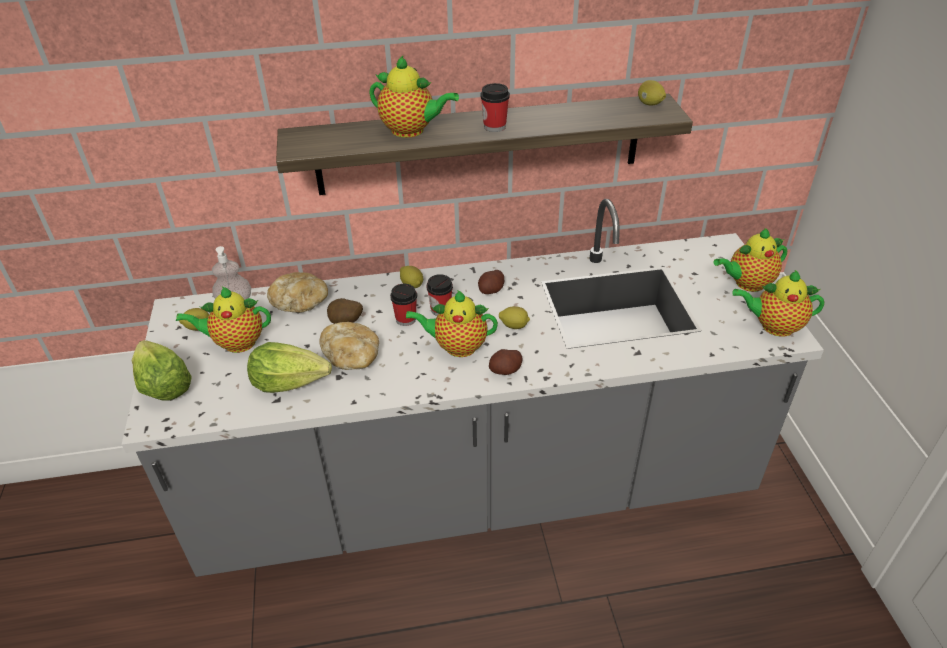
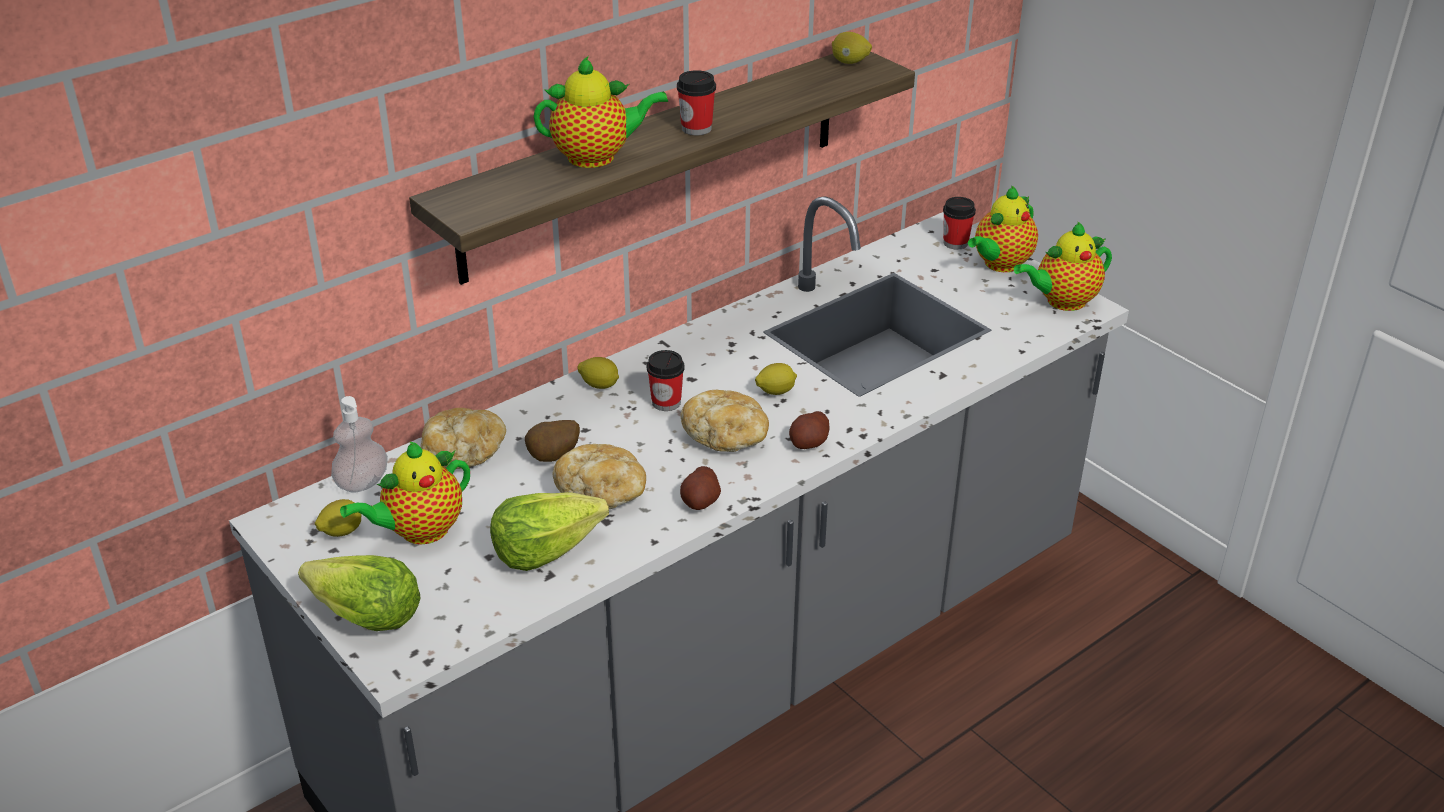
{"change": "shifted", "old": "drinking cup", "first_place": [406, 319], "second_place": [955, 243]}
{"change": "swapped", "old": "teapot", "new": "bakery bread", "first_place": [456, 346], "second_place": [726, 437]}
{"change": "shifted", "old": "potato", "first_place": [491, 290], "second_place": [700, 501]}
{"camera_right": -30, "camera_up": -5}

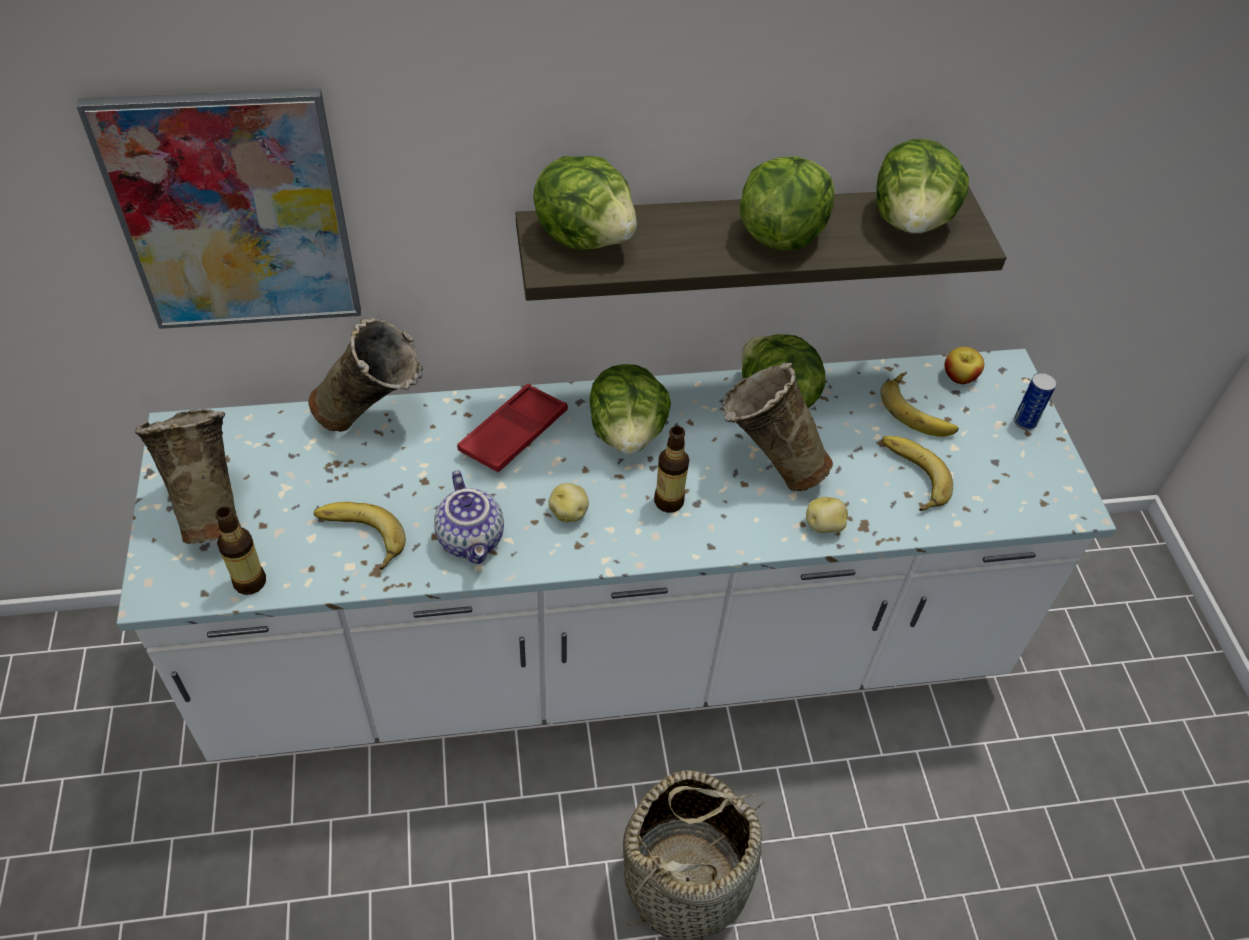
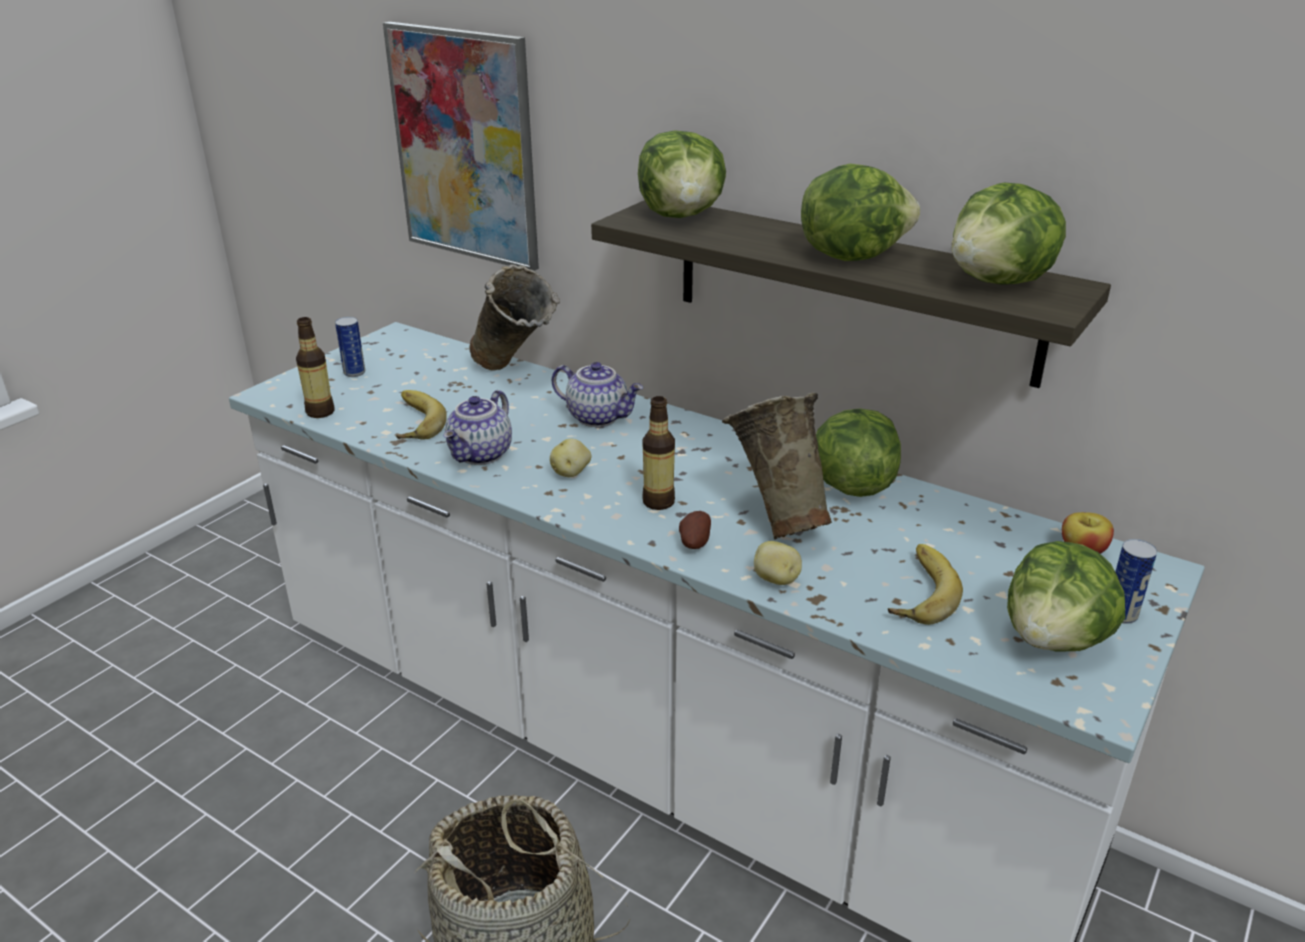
{"change": "swapped", "old": "vase (sand-coloured)", "new": "metal can", "first_place": [210, 510], "second_place": [354, 373]}
{"change": "swapped", "old": "tray (reddish)", "new": "teapot", "first_place": [514, 433], "second_place": [599, 417]}
{"change": "shifted", "old": "lettuce head", "first_place": [627, 433], "second_place": [1055, 639]}
{"change": "gone", "old": "whole banana", "first_place": [919, 409]}
{"change": "new", "new": "potato", "second_place": [693, 542]}
{"camera_right": 45, "camera_up": -20}

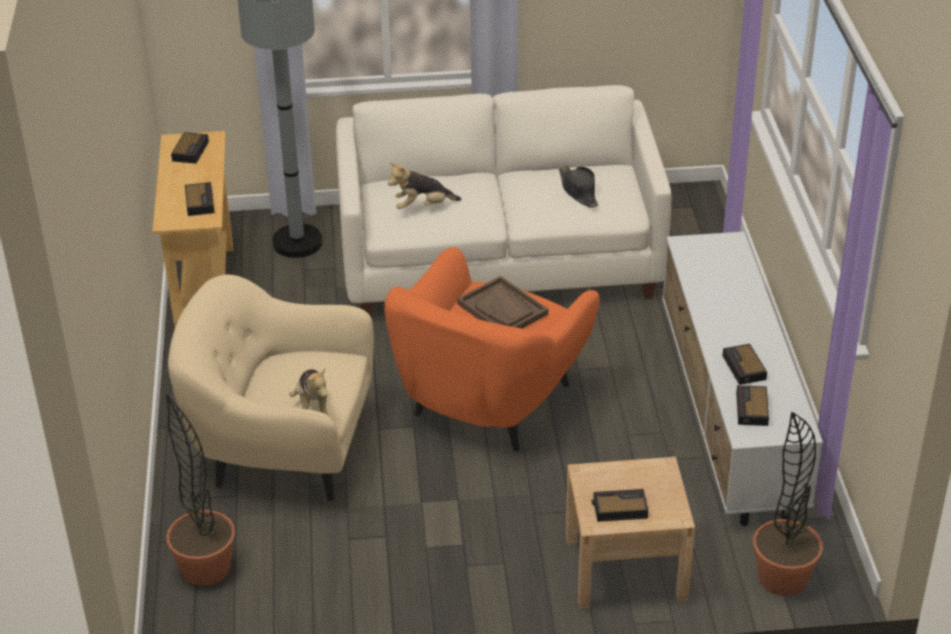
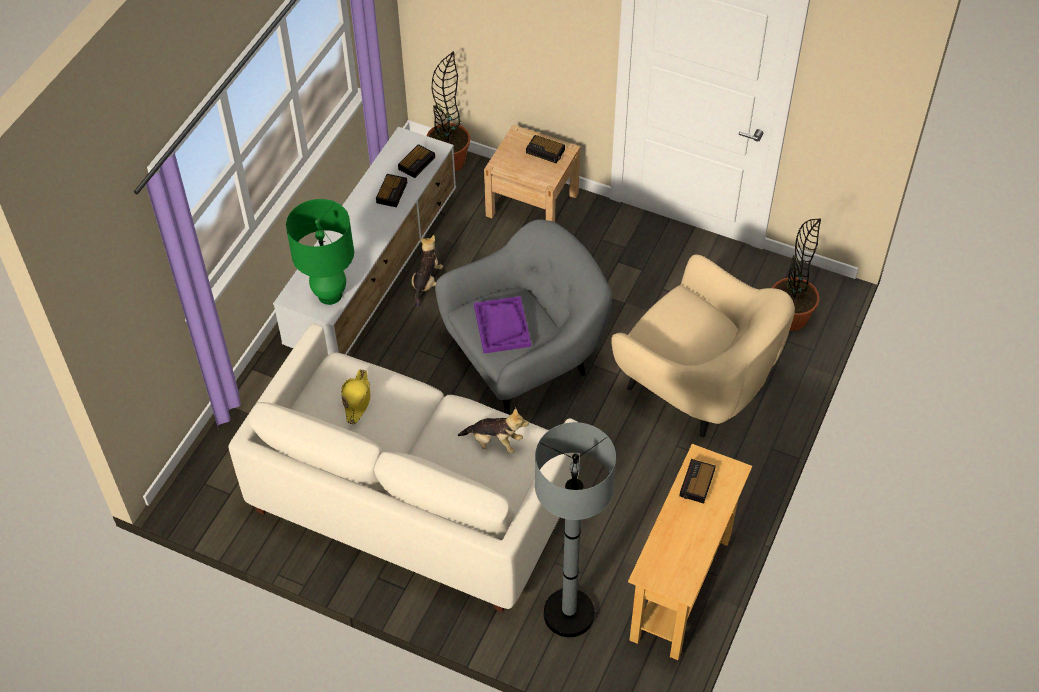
{"change": "gone", "old": "bedside clock", "first_place": [191, 150]}
{"change": "shifted", "old": "plush toy", "first_place": [312, 406], "second_place": [426, 282]}
{"change": "repainted", "old": "lounge chair (orange-coloured)", "new": "lounge chair (gray)", "first_place": [489, 403], "second_place": [526, 359]}
{"change": "repainted", "old": "tray (brown)", "new": "tray (purple-coloured)", "first_place": [502, 309], "second_place": [502, 326]}
{"change": "repainted", "old": "hat (blackish)", "new": "hat (yellow-coloured)", "first_place": [578, 191], "second_place": [357, 399]}
{"change": "new", "new": "tabletop lamp (green-coloured)", "second_place": [330, 295]}
{"camera_right": -150, "camera_up": 15}

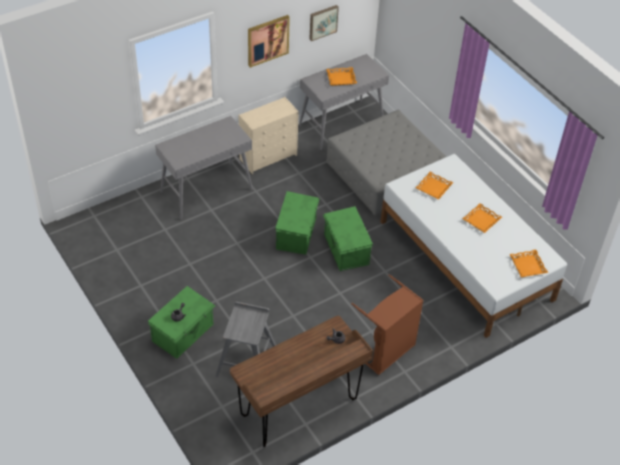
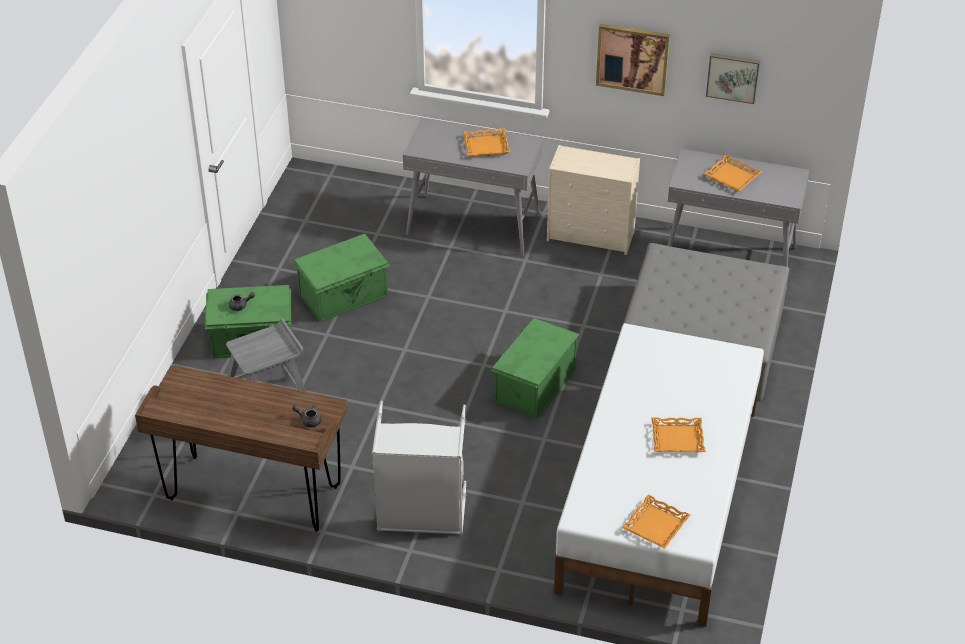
{"change": "shifted", "old": "storage box (green-coloured)", "first_place": [297, 233], "second_place": [344, 296]}
{"change": "repainted", "old": "laundry basket (brown)", "new": "laundry basket (gray)", "first_place": [386, 351], "second_place": [421, 515]}
{"change": "shifted", "old": "tray (orange-coloured)", "first_place": [434, 188], "second_place": [486, 146]}
{"camera_right": 50, "camera_up": -5}

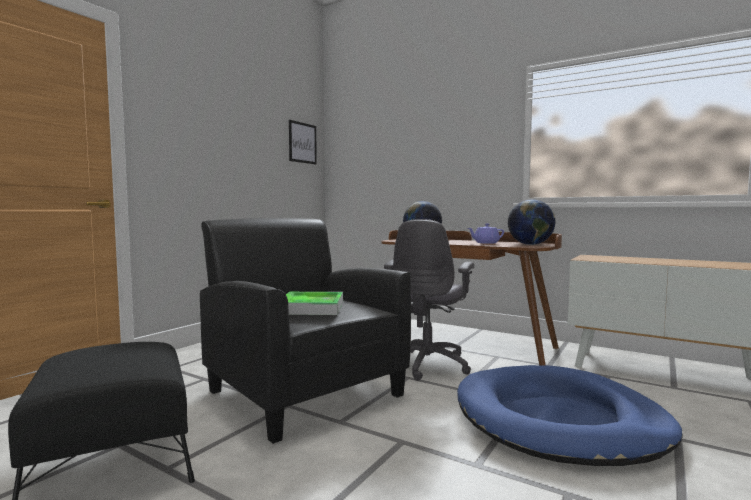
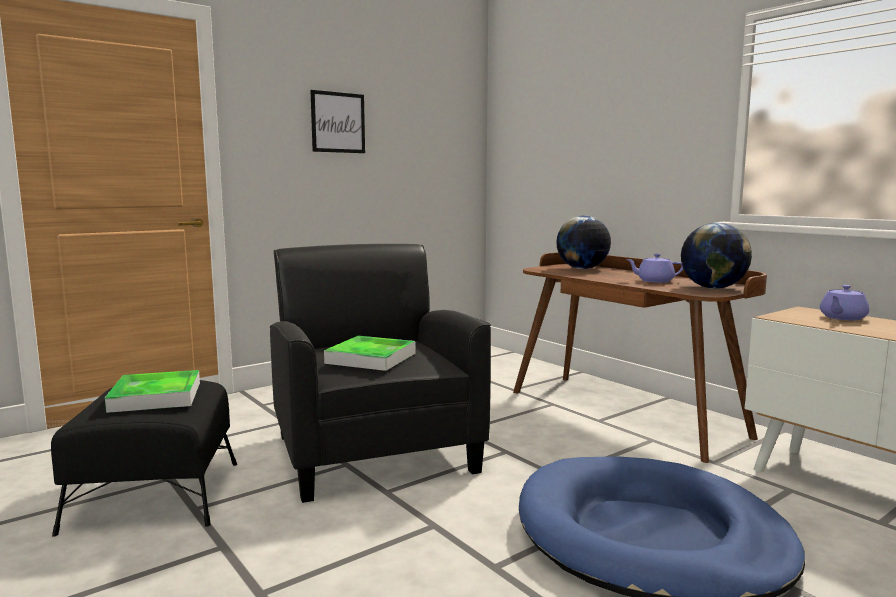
{"change": "shifted", "old": "wall picture", "first_place": [302, 143], "second_place": [338, 122]}
{"change": "gone", "old": "computer chair (gray)", "first_place": [427, 364]}
{"change": "new", "new": "tray", "second_place": [156, 397]}
{"change": "new", "new": "teapot (purple-coloured)", "second_place": [842, 318]}
{"camera_right": 20, "camera_up": 5}

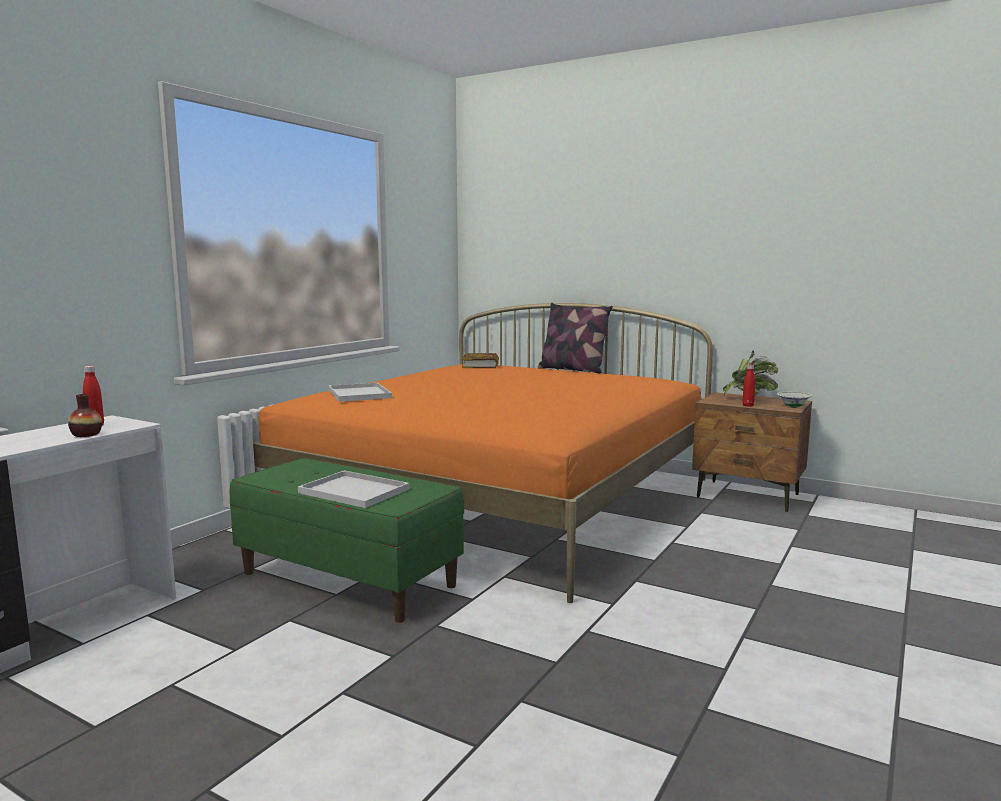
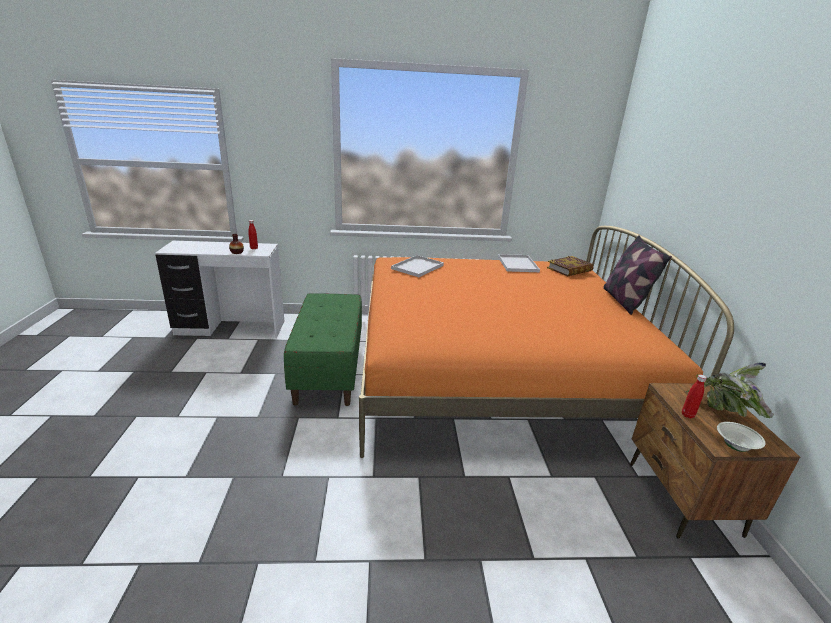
{"change": "shifted", "old": "tray (white-coloured)", "first_place": [352, 491], "second_place": [517, 264]}
{"camera_right": 55, "camera_up": 15}

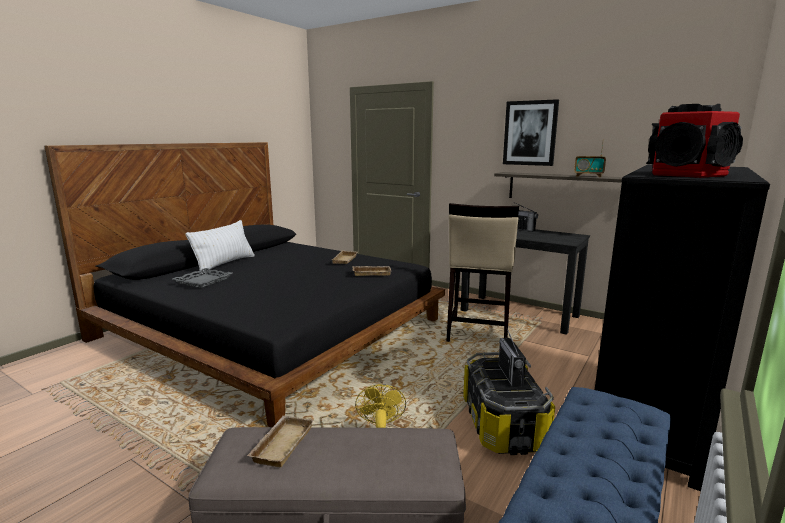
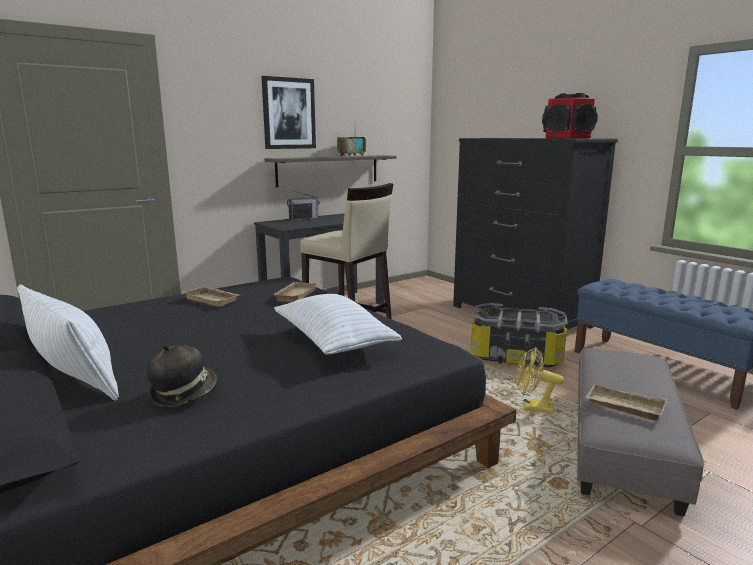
{"change": "swapped", "old": "tray (gray)", "new": "hat", "first_place": [203, 281], "second_place": [183, 393]}
{"change": "gone", "old": "radio set", "first_place": [510, 375]}
{"change": "new", "new": "throw pillow (white-coloured)", "second_place": [333, 341]}
{"camera_right": -70, "camera_up": 0}

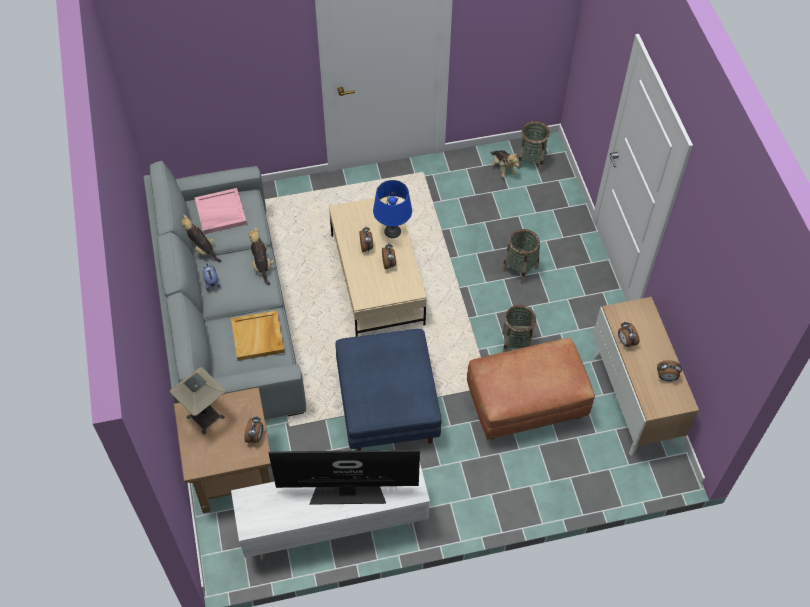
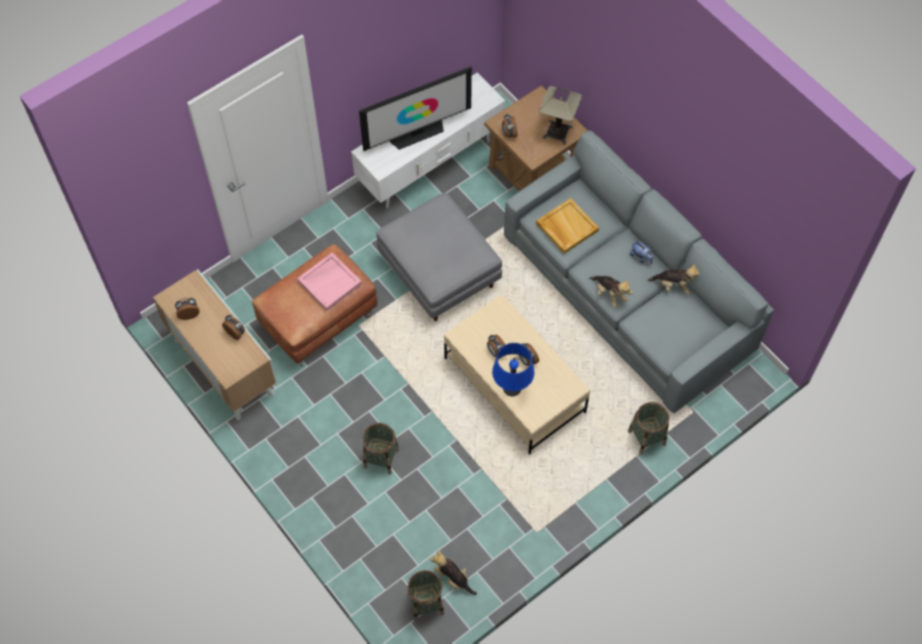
{"change": "shifted", "old": "tray (pink-coloured)", "first_place": [220, 213], "second_place": [329, 282]}
{"change": "repainted", "old": "footrest (blue)", "new": "footrest (gray)", "first_place": [387, 404], "second_place": [440, 273]}
{"change": "shifted", "old": "household basket", "first_place": [516, 344], "second_place": [646, 437]}
{"camera_right": 155, "camera_up": 5}

